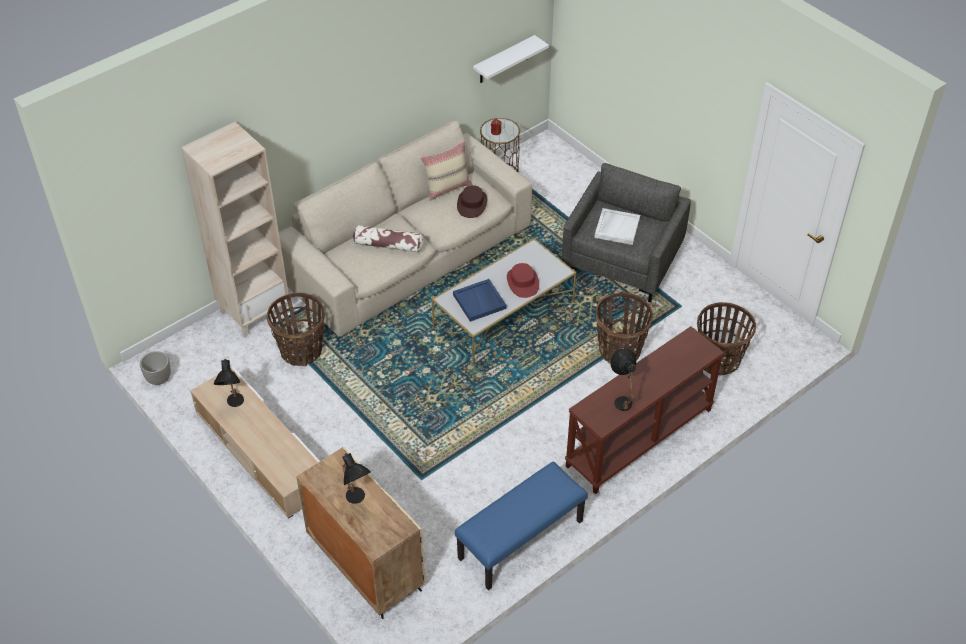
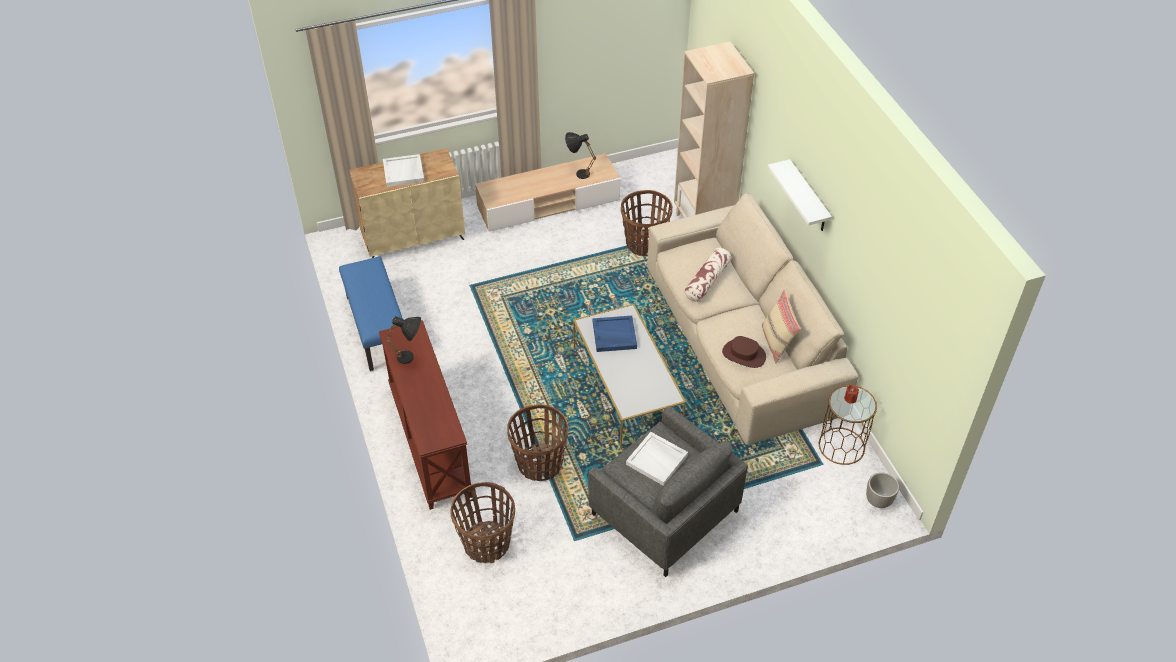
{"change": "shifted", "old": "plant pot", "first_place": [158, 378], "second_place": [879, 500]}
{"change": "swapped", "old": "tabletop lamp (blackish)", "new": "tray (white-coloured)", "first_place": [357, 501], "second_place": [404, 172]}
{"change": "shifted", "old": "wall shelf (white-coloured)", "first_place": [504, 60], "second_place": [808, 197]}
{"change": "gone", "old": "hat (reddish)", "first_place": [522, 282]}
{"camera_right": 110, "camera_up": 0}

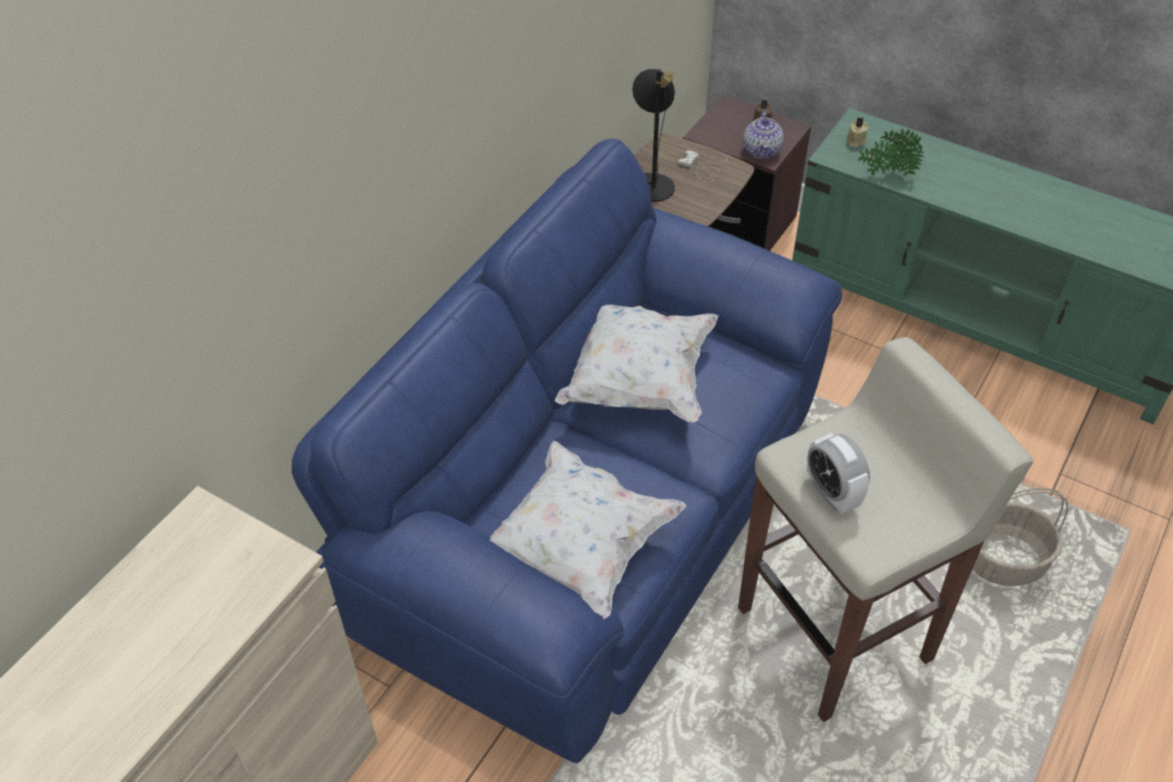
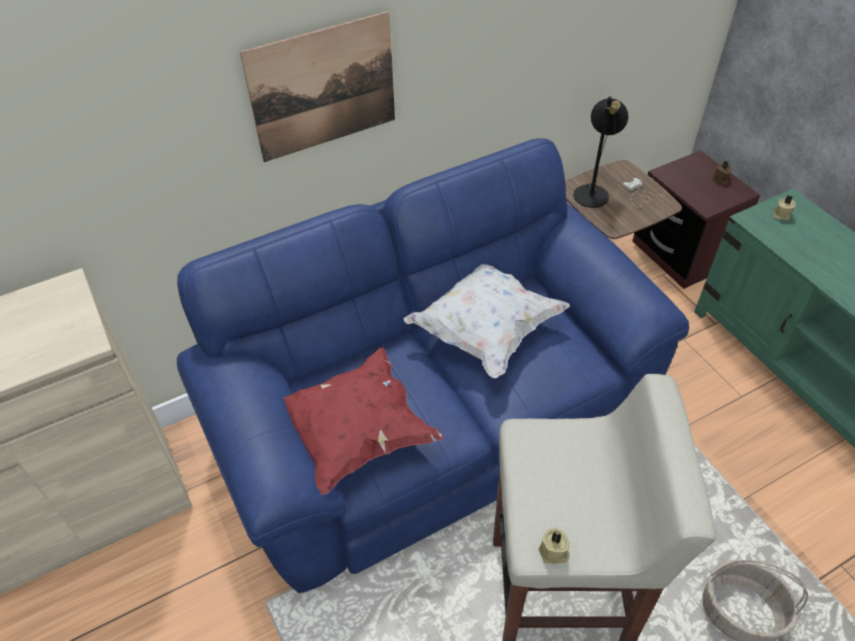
{"change": "repainted", "old": "throw pillow (white-coloured)", "new": "throw pillow (reddish)", "first_place": [577, 550], "second_place": [354, 435]}
{"change": "gone", "old": "teapot", "first_place": [762, 150]}
{"change": "gone", "old": "bedside clock", "first_place": [832, 493]}
{"change": "gone", "old": "plant in a pot", "first_place": [886, 173]}
{"change": "new", "new": "wall picture", "second_place": [323, 88]}
{"change": "new", "new": "wax candle (sand-coloured)", "second_place": [554, 553]}
{"camera_right": 30, "camera_up": 0}

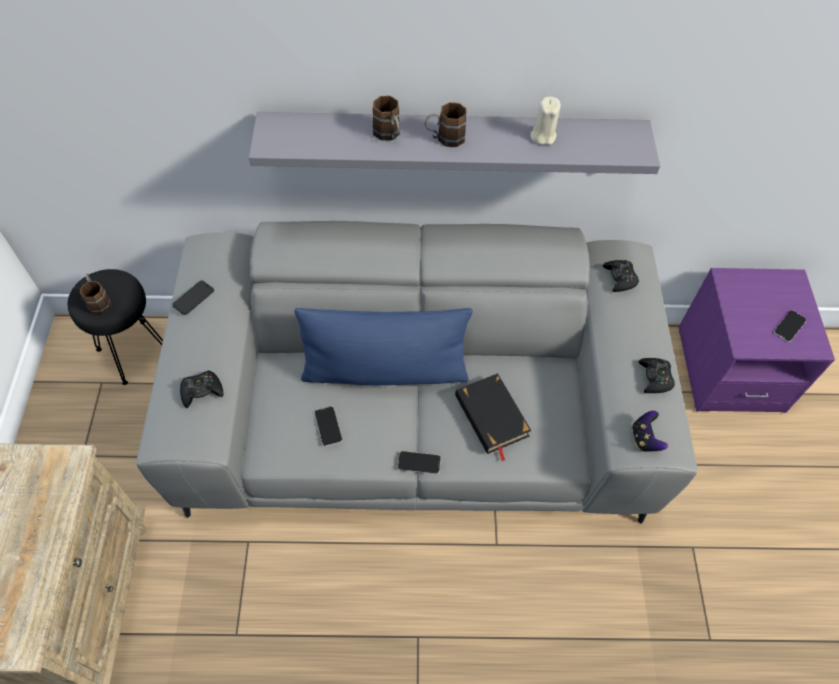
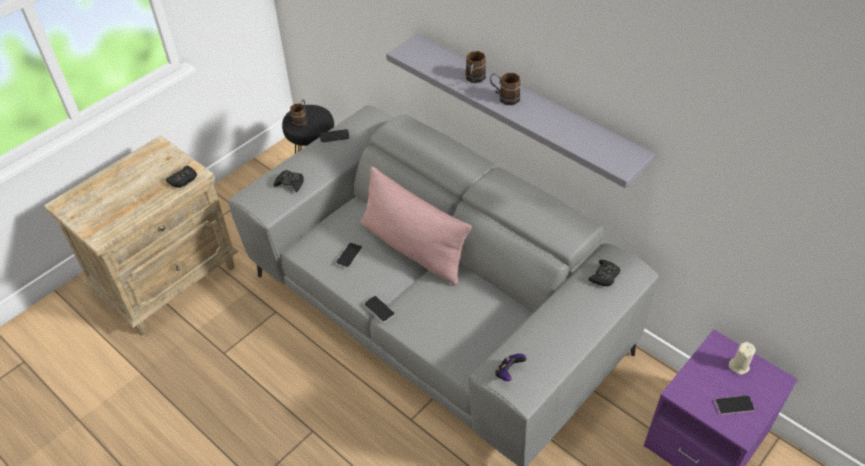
{"change": "repainted", "old": "throw pillow (blue)", "new": "throw pillow (pink-coloured)", "first_place": [385, 370], "second_place": [413, 248]}
{"change": "gone", "old": "book (blackish)", "first_place": [491, 416]}
{"change": "shifted", "old": "wax candle (sand-coloured)", "first_place": [542, 136], "second_place": [739, 366]}
{"change": "shifted", "old": "gamepad (blackish)", "first_place": [655, 378], "second_place": [183, 180]}
{"camera_right": 45, "camera_up": -10}

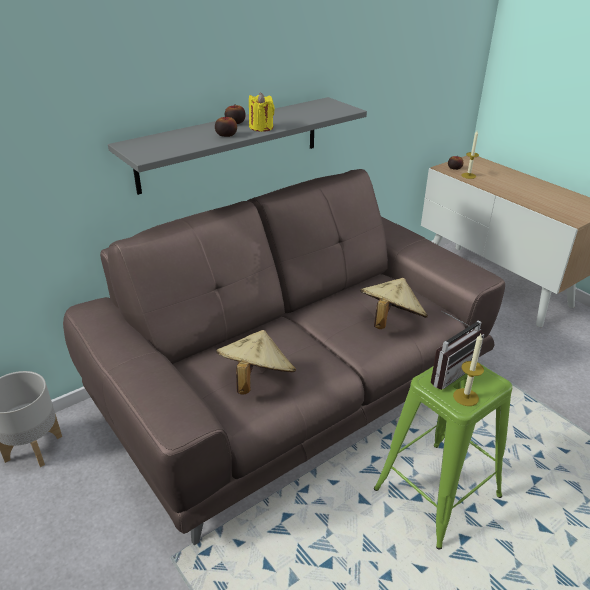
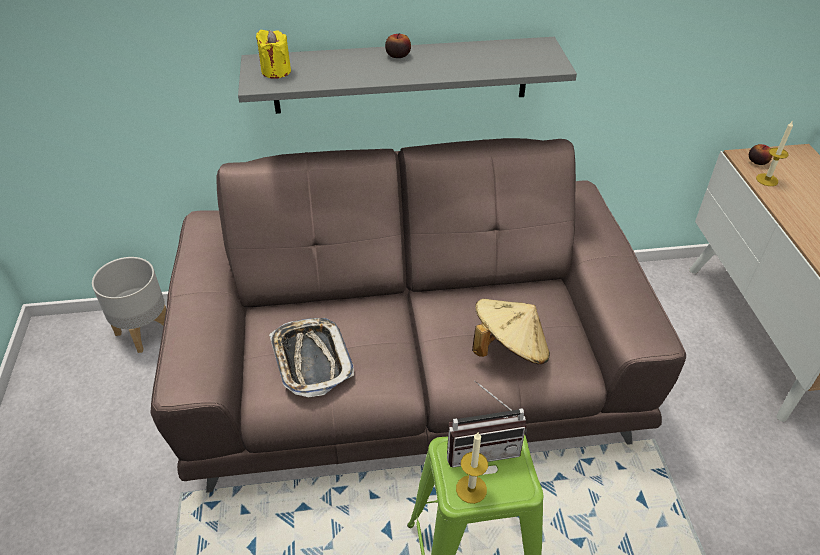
{"change": "gone", "old": "whole apple", "first_place": [226, 135]}
{"change": "swapped", "old": "hat (sand-coloured)", "new": "tray", "first_place": [256, 380], "second_place": [311, 360]}
{"change": "shifted", "old": "wax candle (yellow-coloured)", "first_place": [261, 127], "second_place": [276, 71]}
{"camera_right": 30, "camera_up": 10}

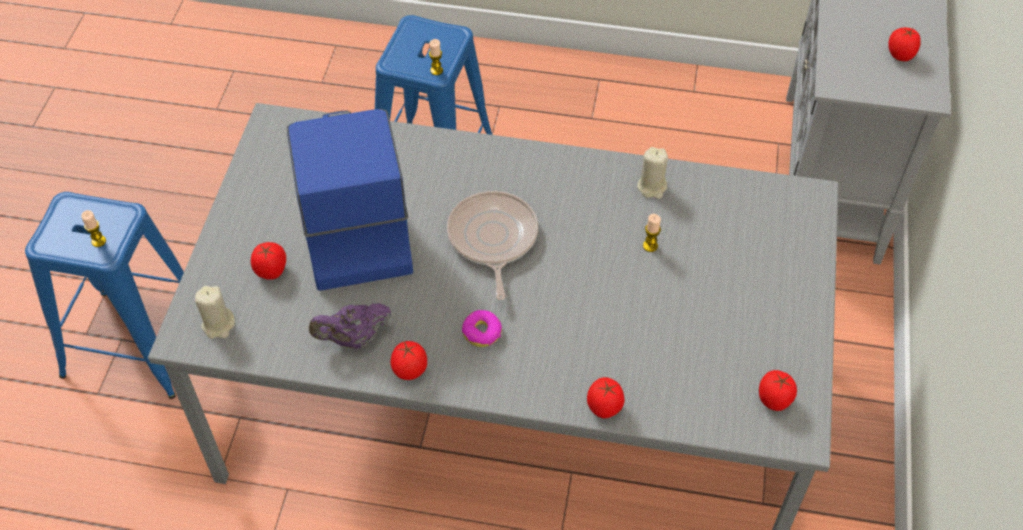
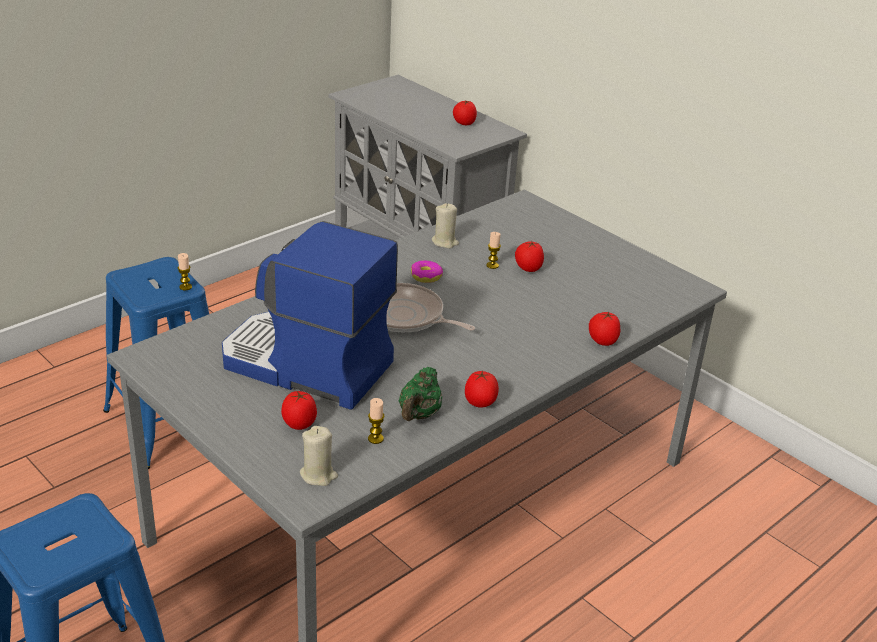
{"change": "shifted", "old": "wax candle", "first_place": [98, 241], "second_place": [375, 439]}
{"change": "repainted", "old": "teapot (purple-coloured)", "new": "teapot (green-coloured)", "first_place": [354, 338], "second_place": [419, 414]}
{"change": "shifted", "old": "ring doughnut", "first_place": [482, 332], "second_place": [426, 276]}
{"change": "shifted", "old": "whole tomato", "first_place": [774, 400], "second_place": [528, 269]}
{"camera_right": -55, "camera_up": -20}

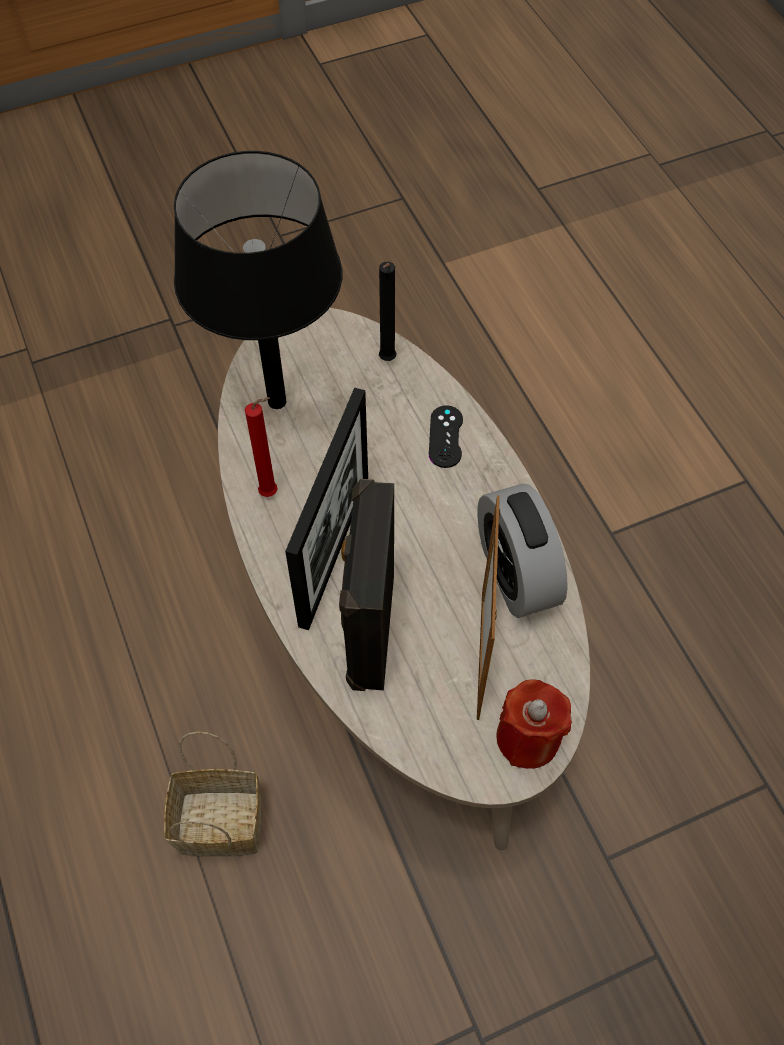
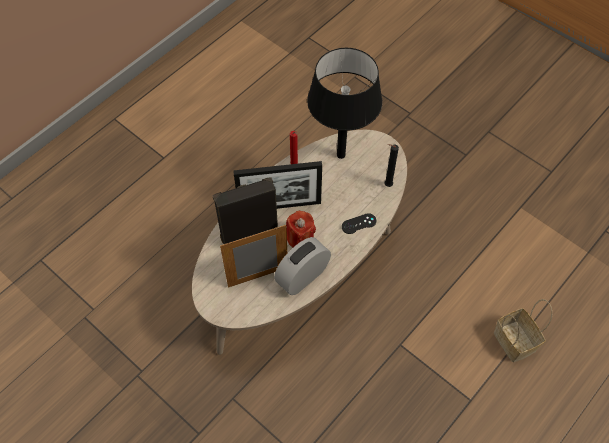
{"change": "shifted", "old": "household basket", "first_place": [217, 825], "second_place": [513, 340]}
{"change": "shifted", "old": "wax candle (reddish)", "first_place": [528, 738], "second_place": [300, 238]}
{"camera_right": 65, "camera_up": 0}

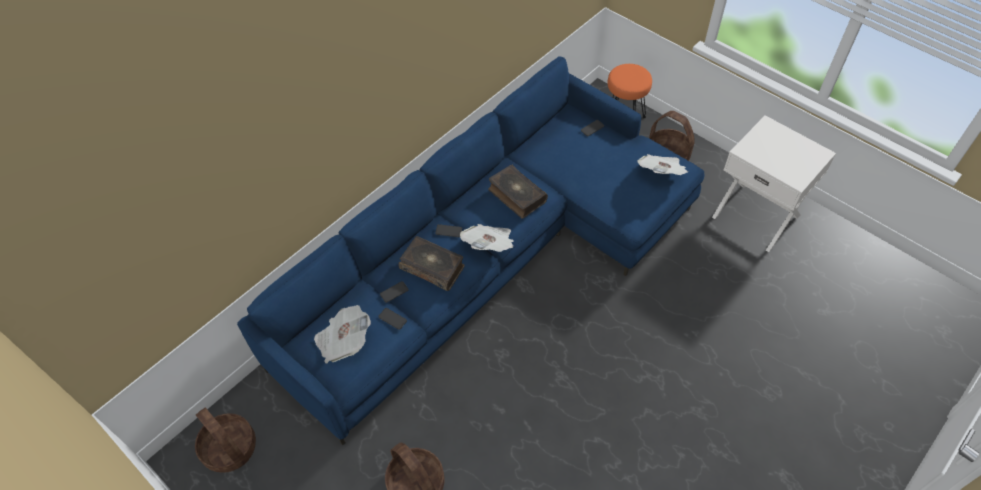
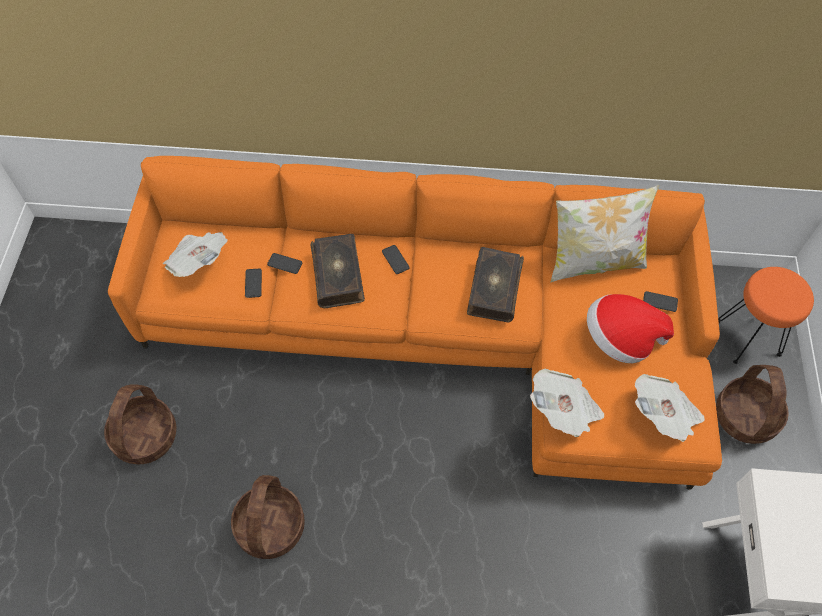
{"change": "shifted", "old": "household basket", "first_place": [229, 448], "second_place": [270, 526]}
{"change": "repainted", "old": "couch (blue)", "new": "couch (orange-coloured)", "first_place": [491, 258], "second_place": [443, 330]}
{"change": "shifted", "old": "newspaper", "first_place": [489, 246], "second_place": [564, 411]}
{"change": "new", "new": "throw pillow", "second_place": [594, 262]}
{"change": "new", "new": "hat", "second_place": [620, 339]}
{"camera_right": 50, "camera_up": 5}

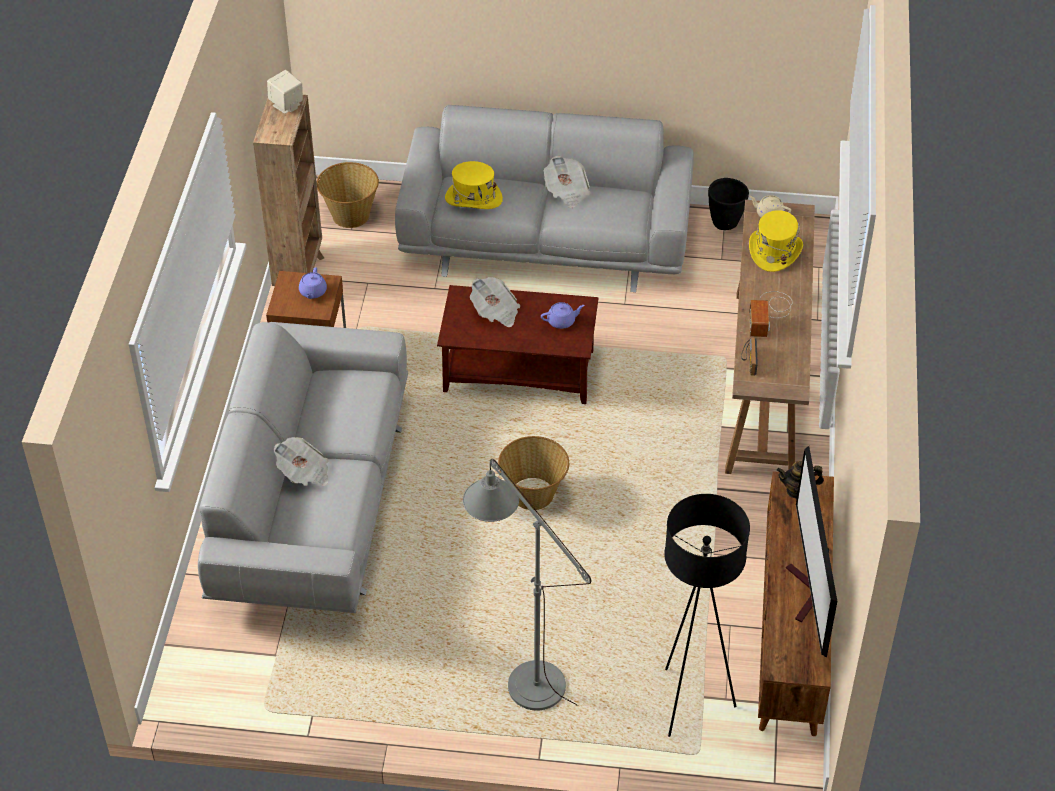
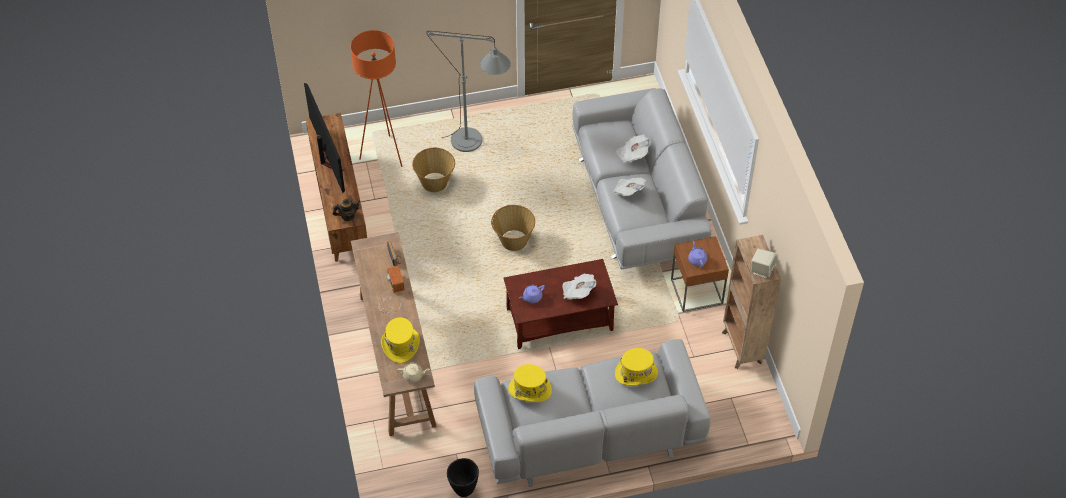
{"change": "shifted", "old": "household basket", "first_place": [350, 215], "second_place": [435, 183]}
{"change": "shifted", "old": "newspaper", "first_place": [566, 192], "second_place": [628, 191]}
{"change": "repainted", "old": "standing lamp (blackish)", "new": "standing lamp (orange-coloured)", "first_place": [689, 702], "second_place": [384, 154]}
{"change": "new", "new": "hat (yellow-coloured)", "second_place": [529, 389]}
{"camera_right": 160, "camera_up": 5}

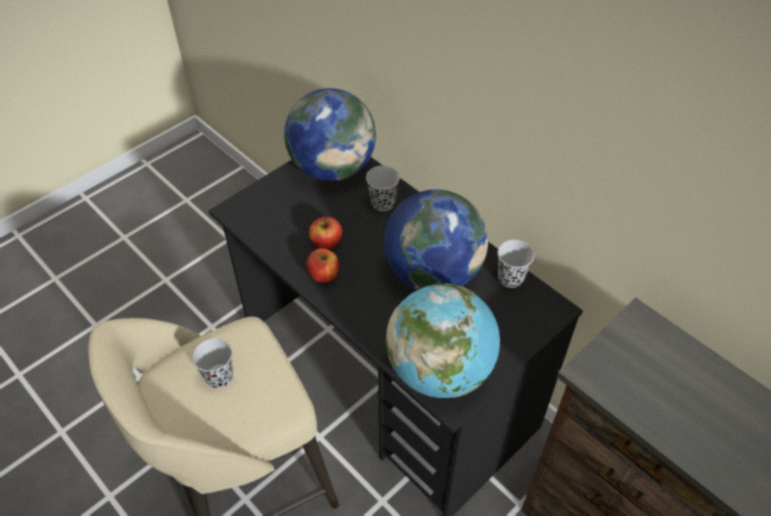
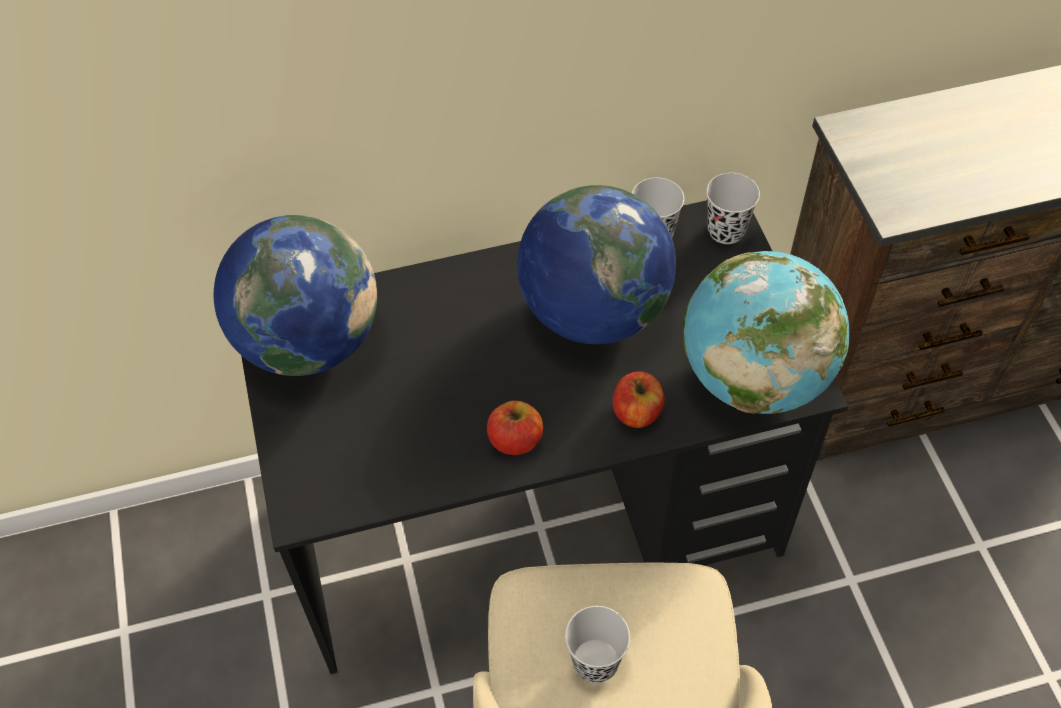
{"change": "shifted", "old": "whole apple", "first_place": [326, 242], "second_place": [637, 412]}
{"change": "shifted", "old": "drinking cup (blackish)", "first_place": [383, 203], "second_place": [726, 230]}
{"camera_right": -60, "camera_up": 5}

